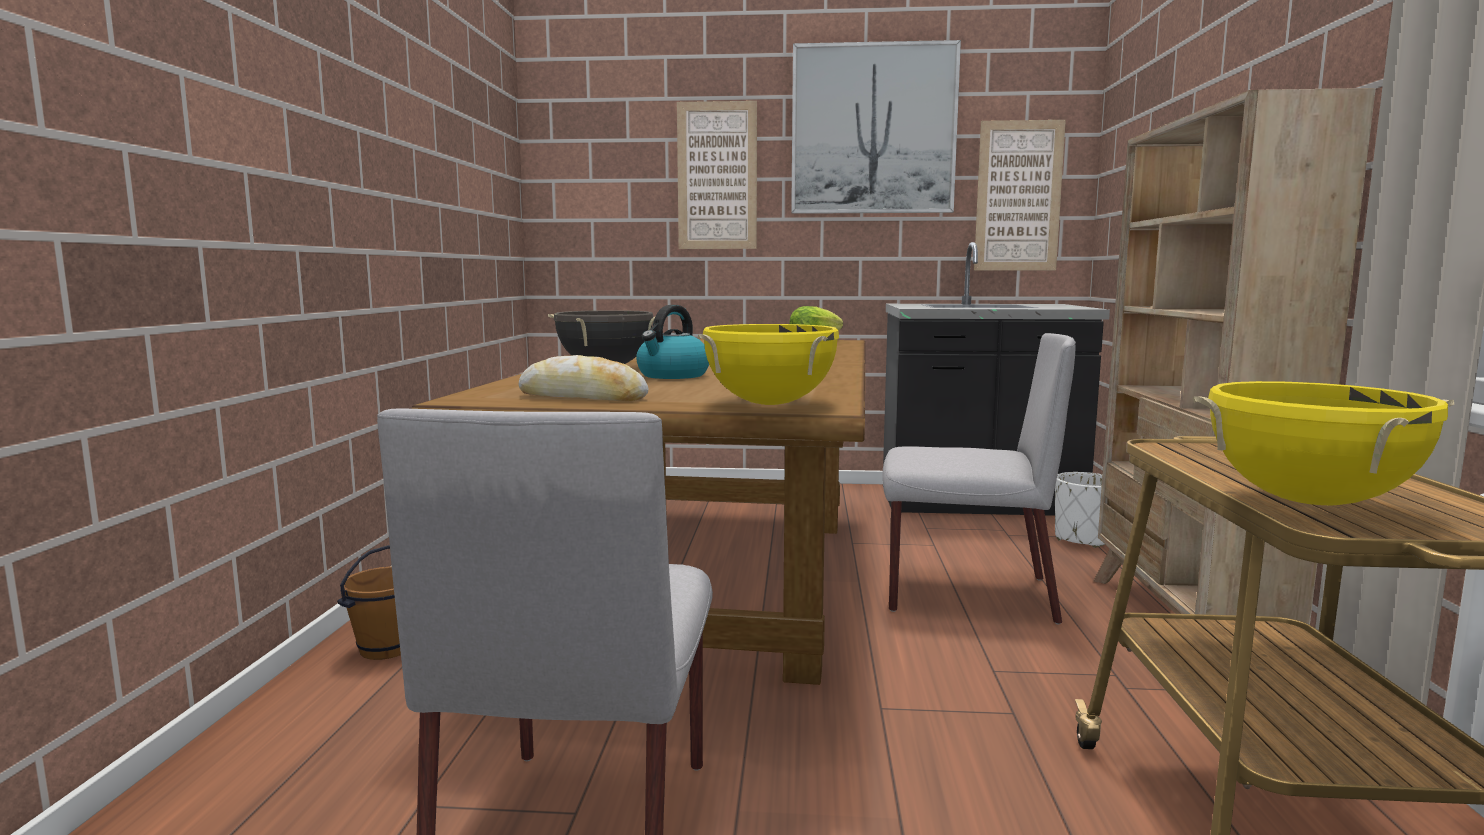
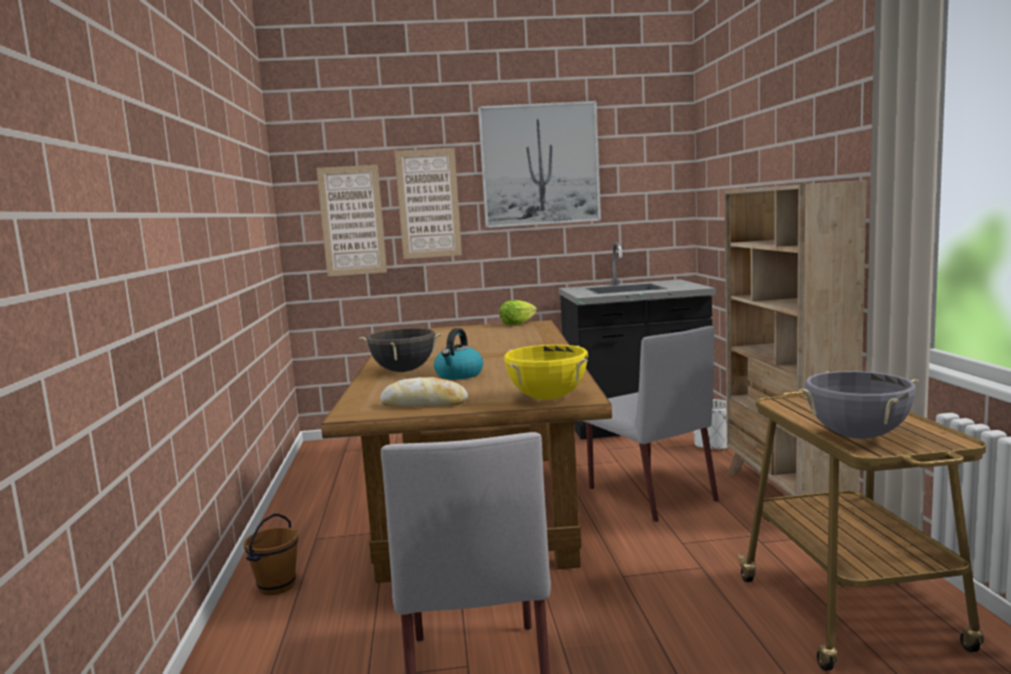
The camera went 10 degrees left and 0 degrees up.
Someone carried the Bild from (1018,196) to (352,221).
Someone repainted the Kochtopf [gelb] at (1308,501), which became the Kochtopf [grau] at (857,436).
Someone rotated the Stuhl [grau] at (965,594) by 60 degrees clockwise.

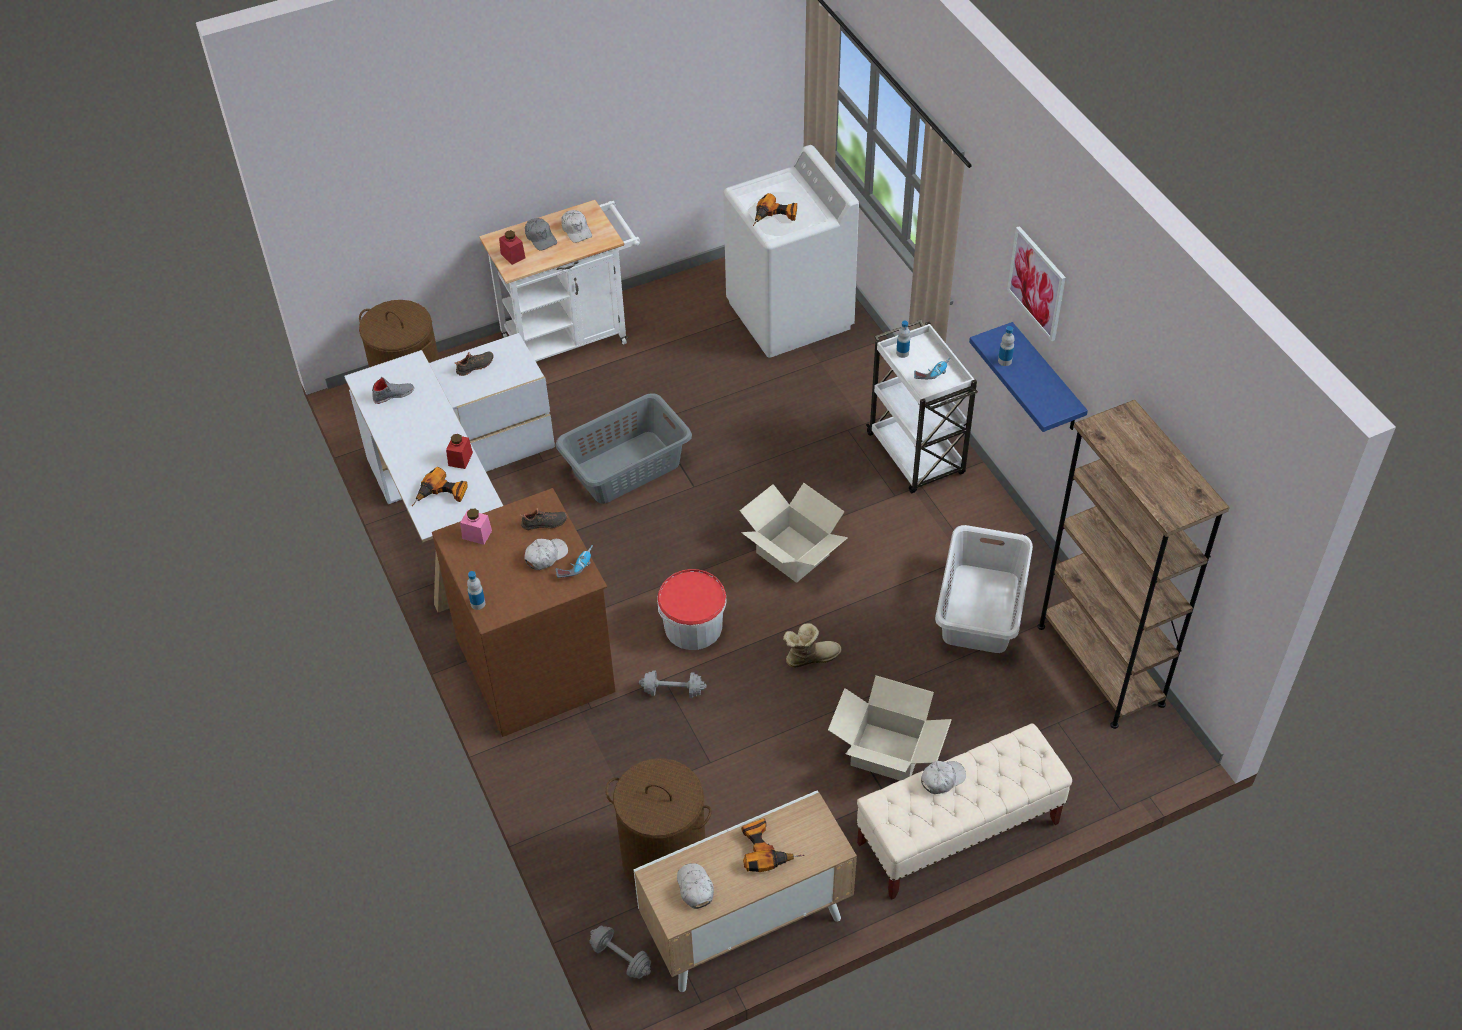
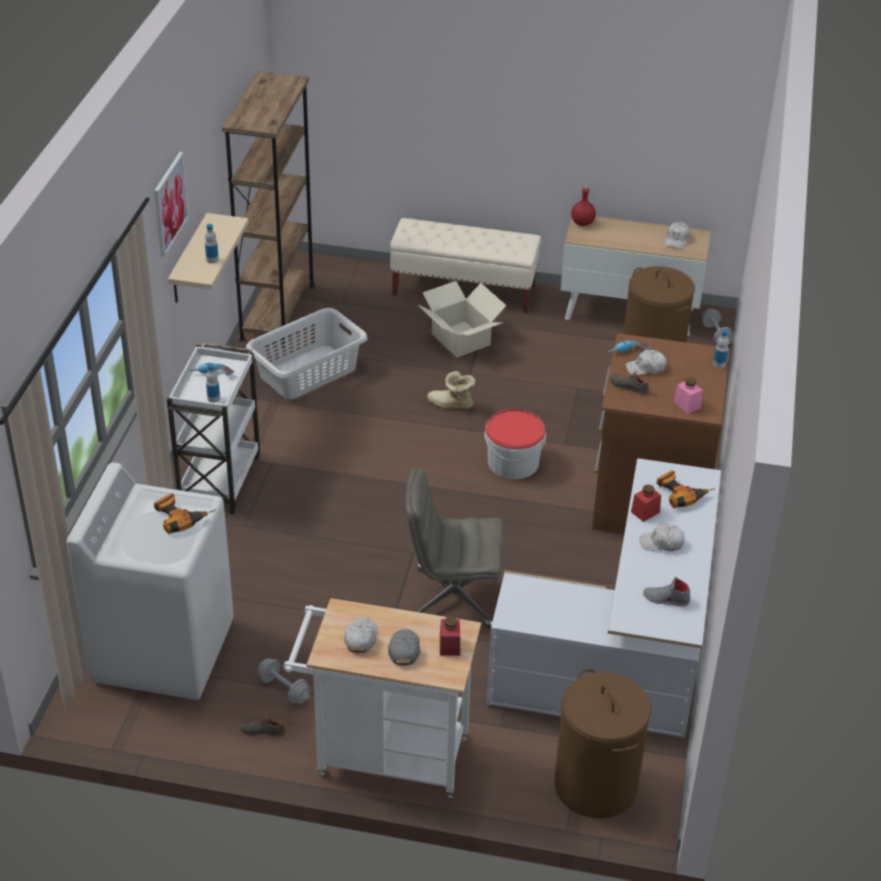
The camera went 145 degrees left and 10 degrees down.
Someone took away the Karton at (792,554).
Someone took away the Bohrmaschine at (766,848).
Someone put down the Flasche [rot] at (583,223).
Someone carried the Schuh [schwarz] from (475,367) to (262,730).
Someone carried the Hantel [grau] from (673,691) to (284,689).
Someone carried the Kappe [weiß] from (942,779) to (662,543).
Someone swapped the Wäschekorb [grau] at (627,468) for the Bürostuhl [grau] at (452,597).
Someone repainted the Wandregal [blau] at (1046,380), which became the Wandregal [beige] at (189,260).

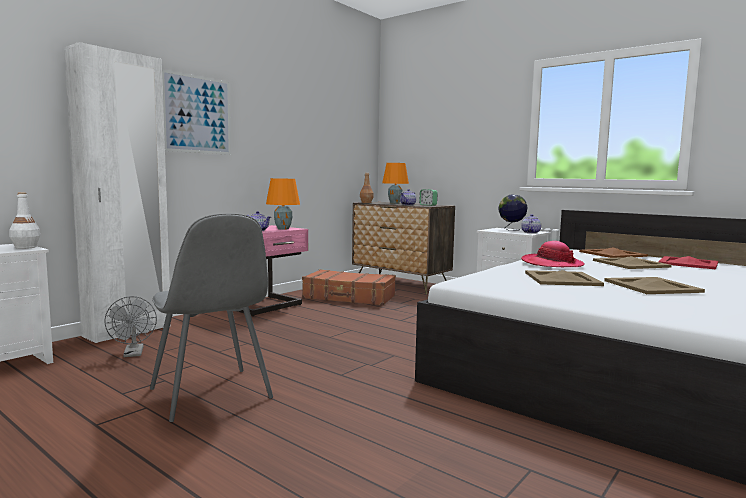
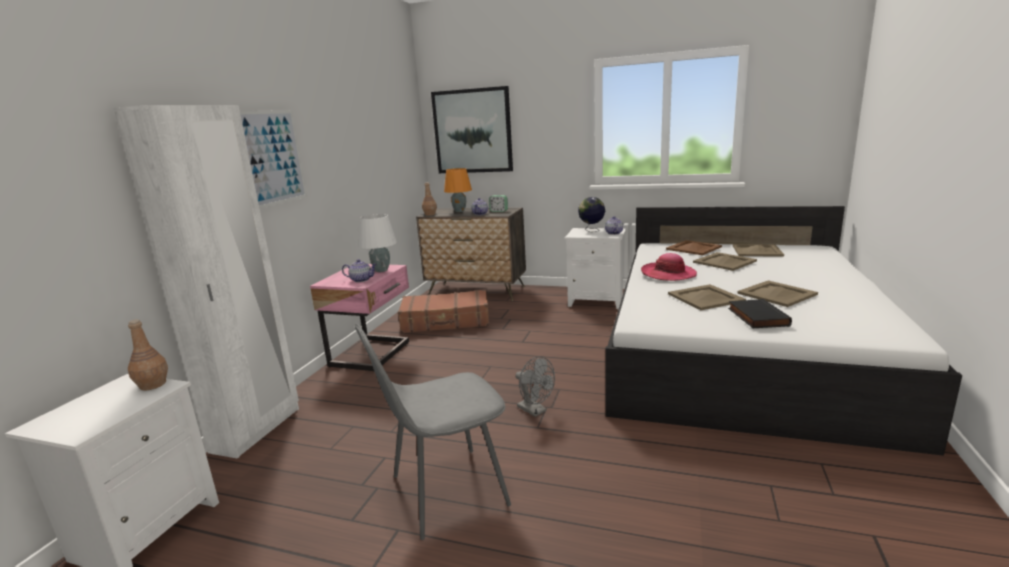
The camera went 20 degrees left and 10 degrees up.
Someone put up the Bild at (472,131).
Someone put down the Buch [schwarz] at (756,317).
Someone carried the Ventilator [grau] from (133,354) to (535,411).
Someone repainted the Flasche [weiß] at (25,247), which became the Flasche [braun] at (152,385).
Someone repainted the Tischlampe [orange] at (282,229), which became the Tischlampe [weiß] at (381,270).
Someone repainted the Tablett [rot] at (687,263), which became the Tablett [beige] at (756,251).
Someone rotated the Stuhl [grau] at (211,395) by 120 degrees clockwise.

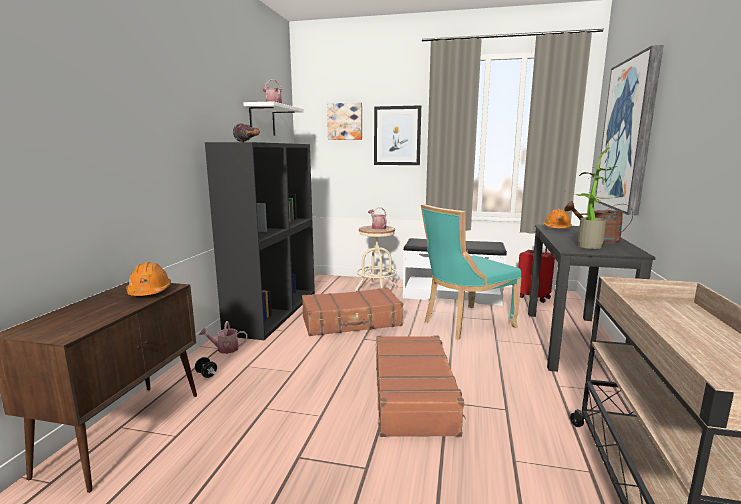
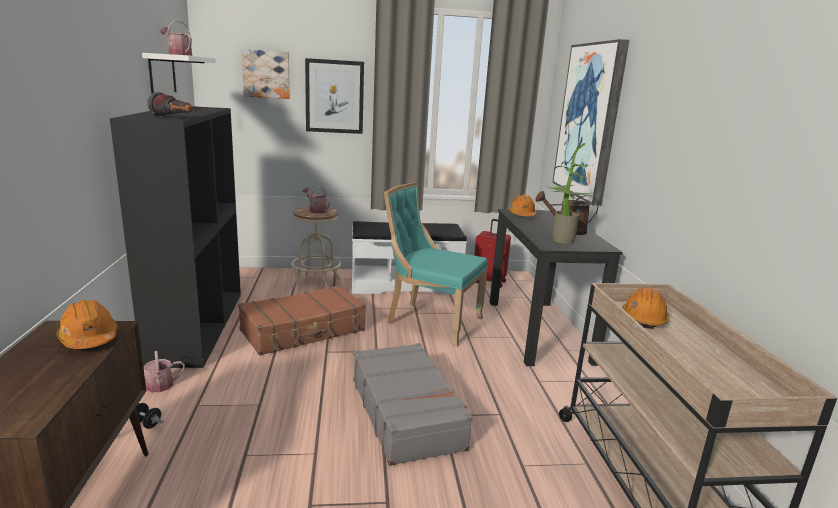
The camera went 20 degrees left and 5 degrees up.
Someone put down the Schutzhelm [orange] at (643,319).
Someone repainted the Koffer [braun] at (414,395), which became the Koffer [grau] at (406,412).
Someone rotated the Stuhl [türkis] at (464,324) by 75 degrees clockwise.

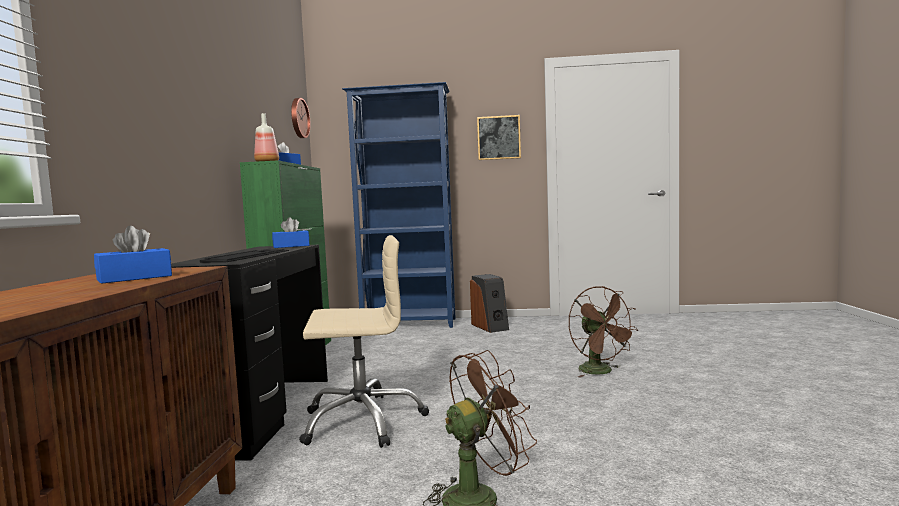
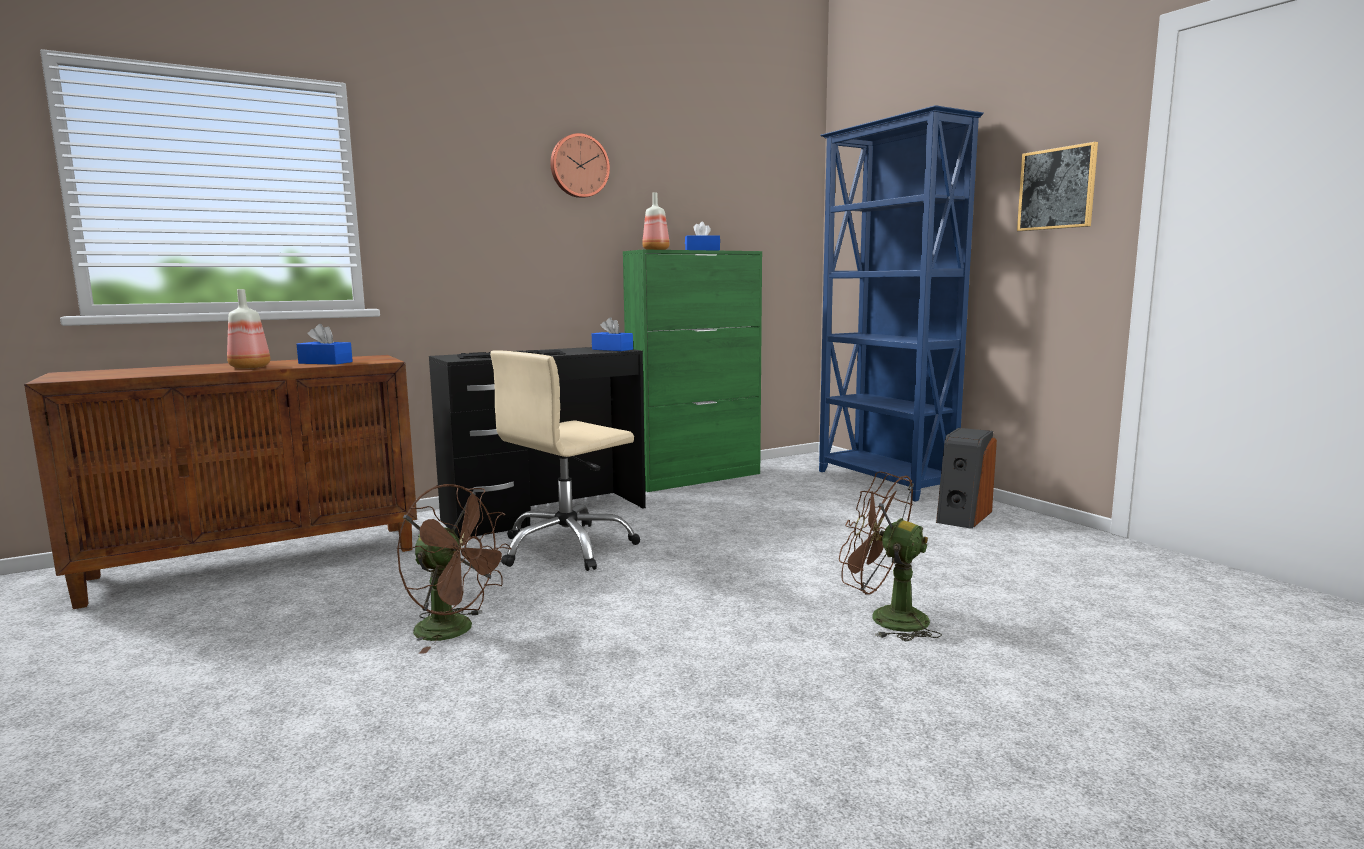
The camera went 55 degrees right and 5 degrees up.
Someone put down the Flasche at (249,367).
Someone carried the Wanduhr from (298,118) to (579,166).
Someone rotated the Bürostuhl [beige] at (362,421) by 90 degrees clockwise.
Someone rotated the Ventilator [braun] at (601,372) by 90 degrees clockwise.

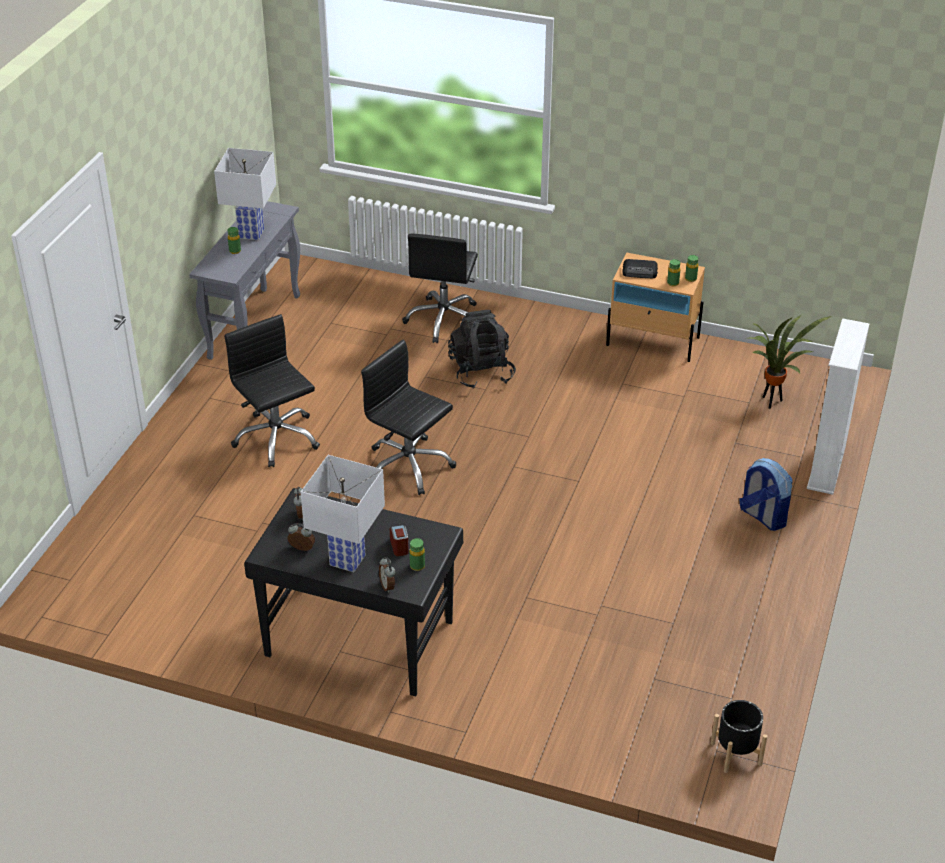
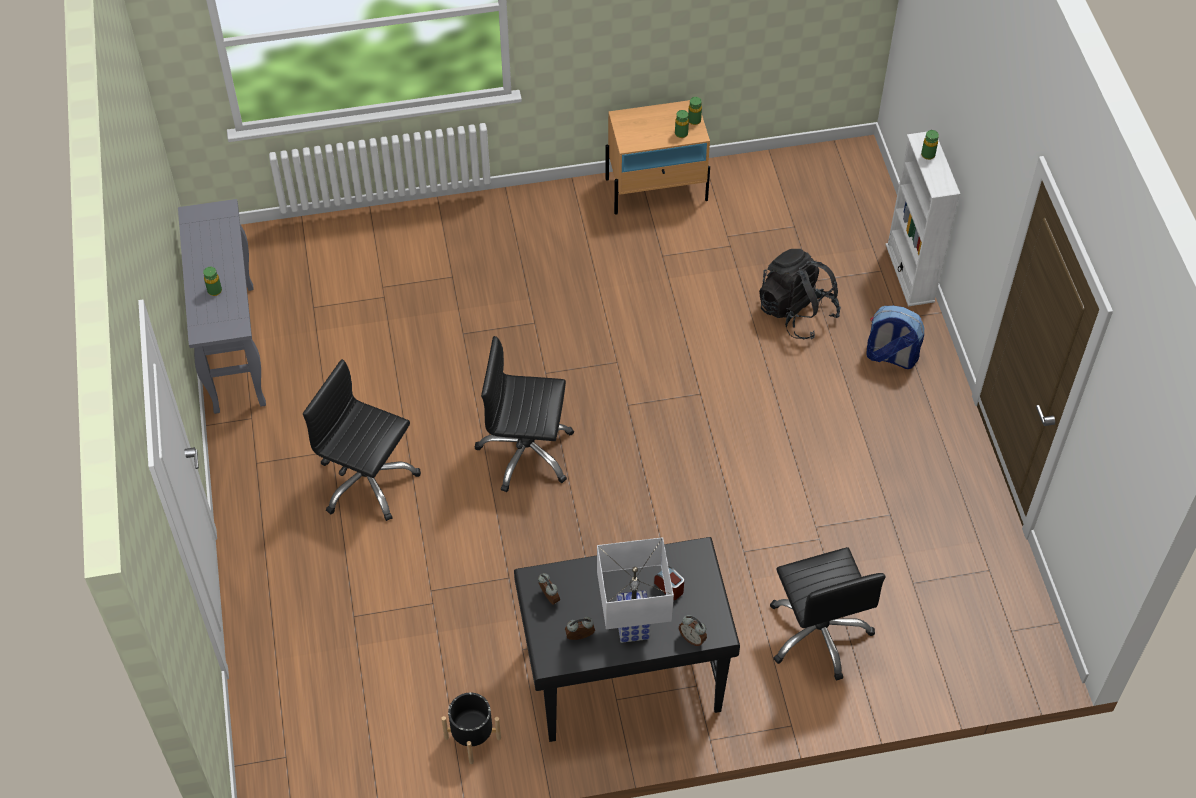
The camera went 30 degrees left and 15 degrees up.
Someone took away the Tischlampe [weiß] at (252,233).
Someone took away the Radio at (640,272).
Someone took away the Topfpflanze at (772,402).
Someone carried the Bürostuhl [schwarz] from (444,320) to (819,633).
Someone carried the Flasche [grün] from (417,566) to (928,155).
Someone carried the Rucksack [schwarz] from (481,372) to (796,312).
Someone carried the Pflanzkübel [schwarz] from (736,754) to (473,738).

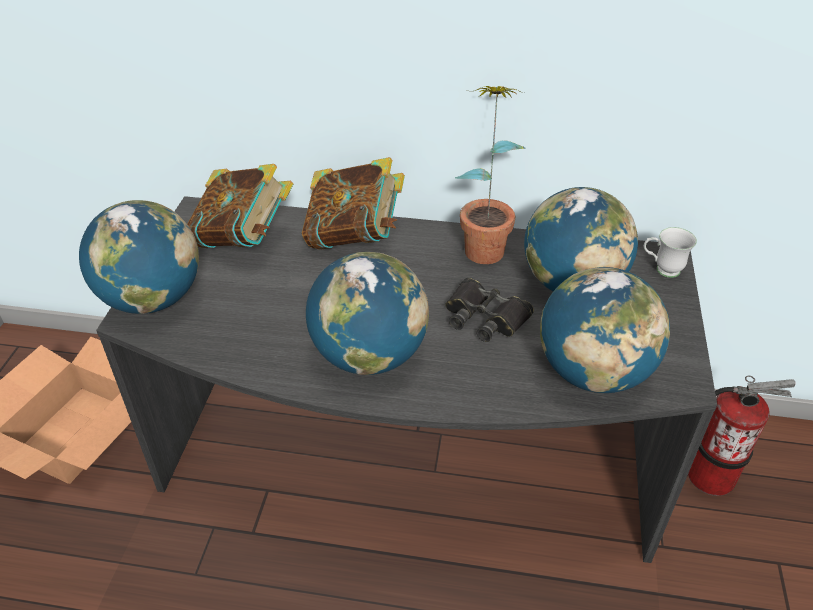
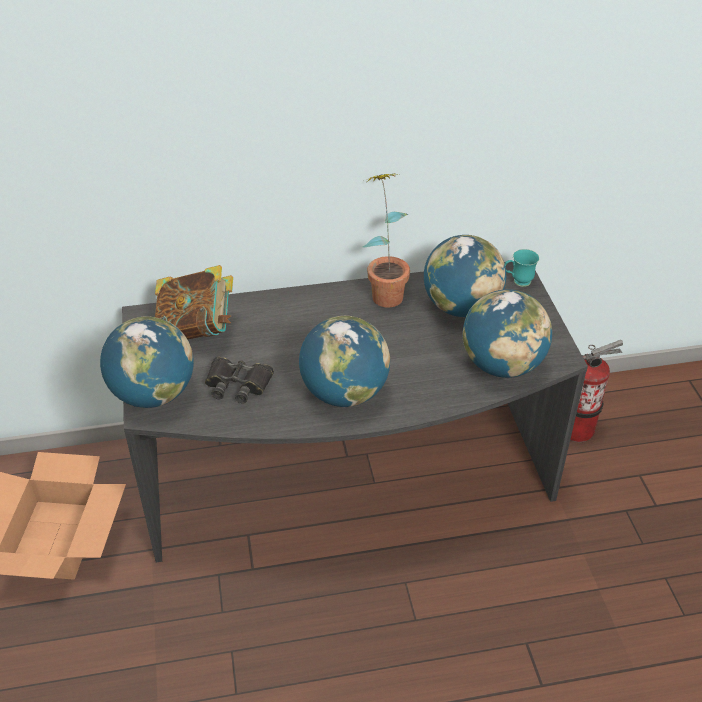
The camera went 20 degrees left and 0 degrees up.
Someone took away the Buch at (355,237).
Someone carried the Fernglas [schwarz] from (485,317) to (238,384).
Someone repainted the Henkelbecher [weiß] at (661,270), which became the Henkelbecher [türkis] at (517,282).

